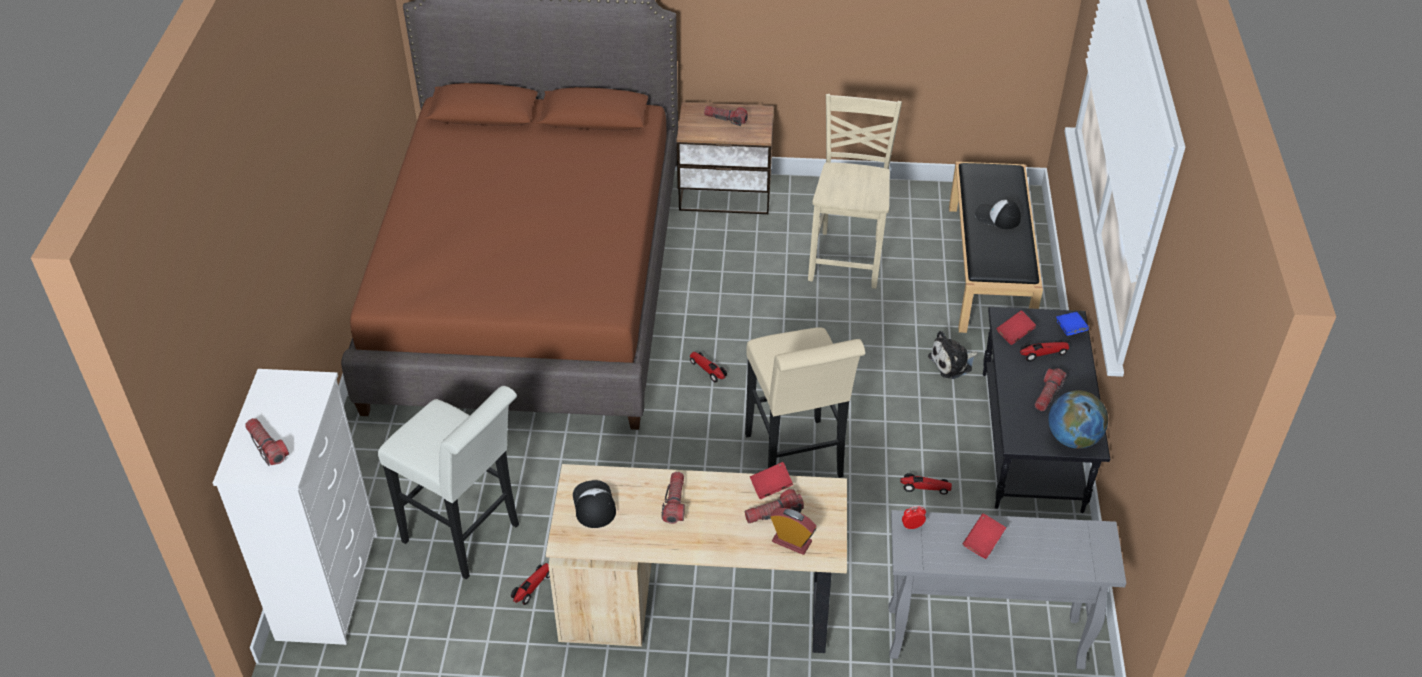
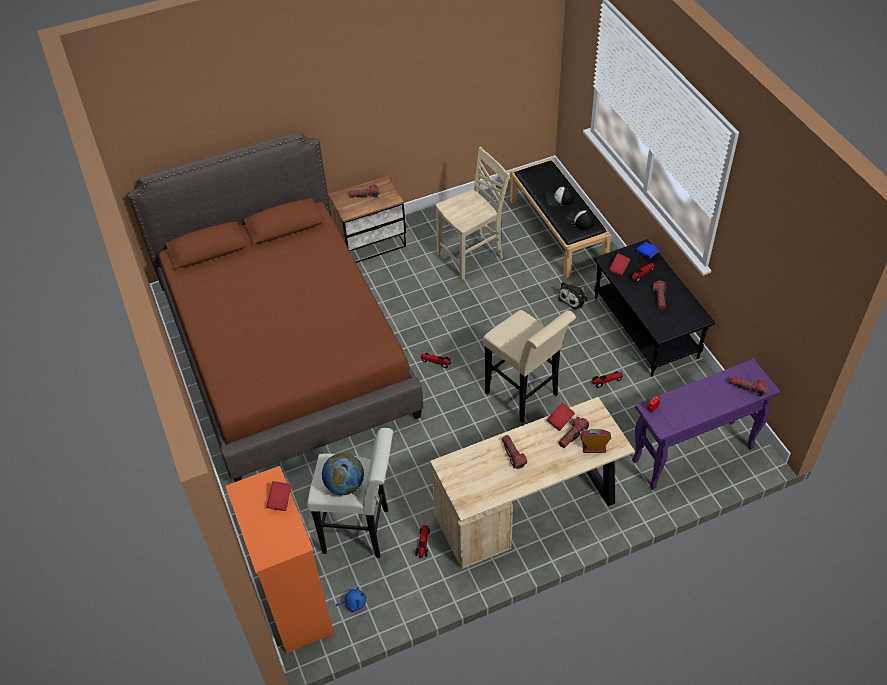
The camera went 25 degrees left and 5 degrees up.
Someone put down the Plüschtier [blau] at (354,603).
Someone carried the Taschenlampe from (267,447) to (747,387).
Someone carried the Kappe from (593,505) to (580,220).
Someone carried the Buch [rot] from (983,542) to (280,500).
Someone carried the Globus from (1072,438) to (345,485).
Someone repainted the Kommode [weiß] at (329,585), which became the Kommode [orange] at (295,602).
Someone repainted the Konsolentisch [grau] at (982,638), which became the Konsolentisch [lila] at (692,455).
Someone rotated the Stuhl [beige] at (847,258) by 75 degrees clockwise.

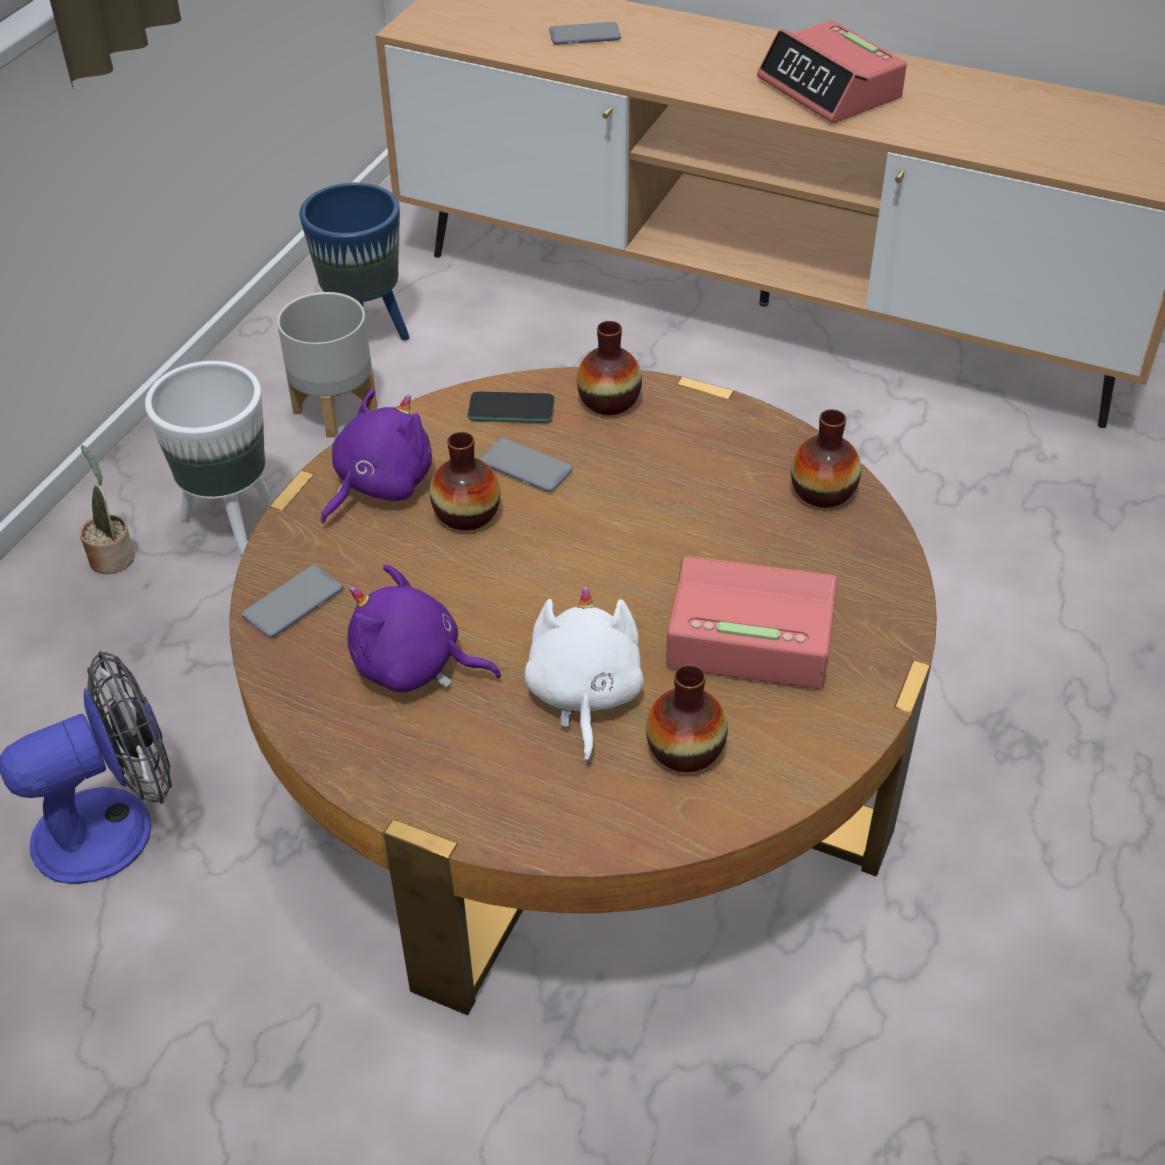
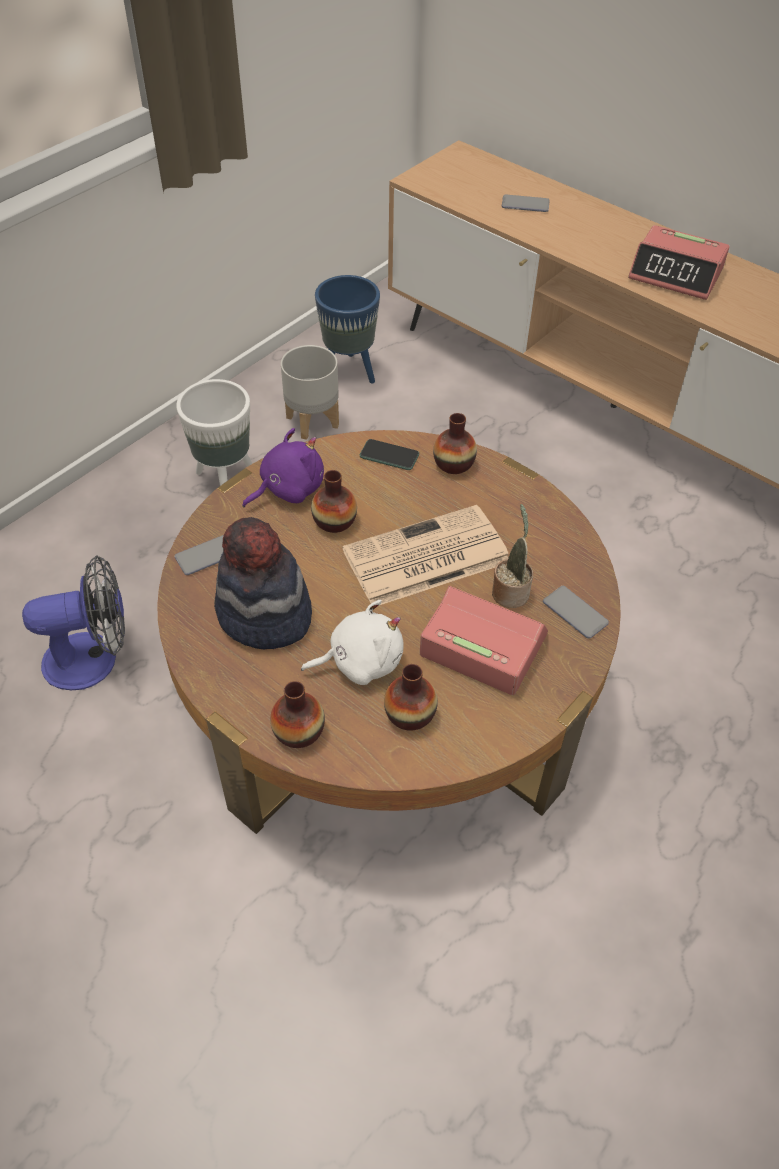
The camera went 15 degrees right and 5 degrees up.
Someone put down the Zeitung at (424,558).
Someone carried the Topfpflanze from (112,556) to (510,591).
Someone carried the Handy from (525,467) to (575,613).
Someone carried the Vase from (823,491) to (298,731).
Someone swapped the Plüschtier [lila] at (414,666) for the Hut at (264,615).
Someone rotated the Plüschtier [weiß] at (583,695) by 60 degrees clockwise.
Someone rotated the Wecker at (830,89) by 45 degrees counterclockwise.

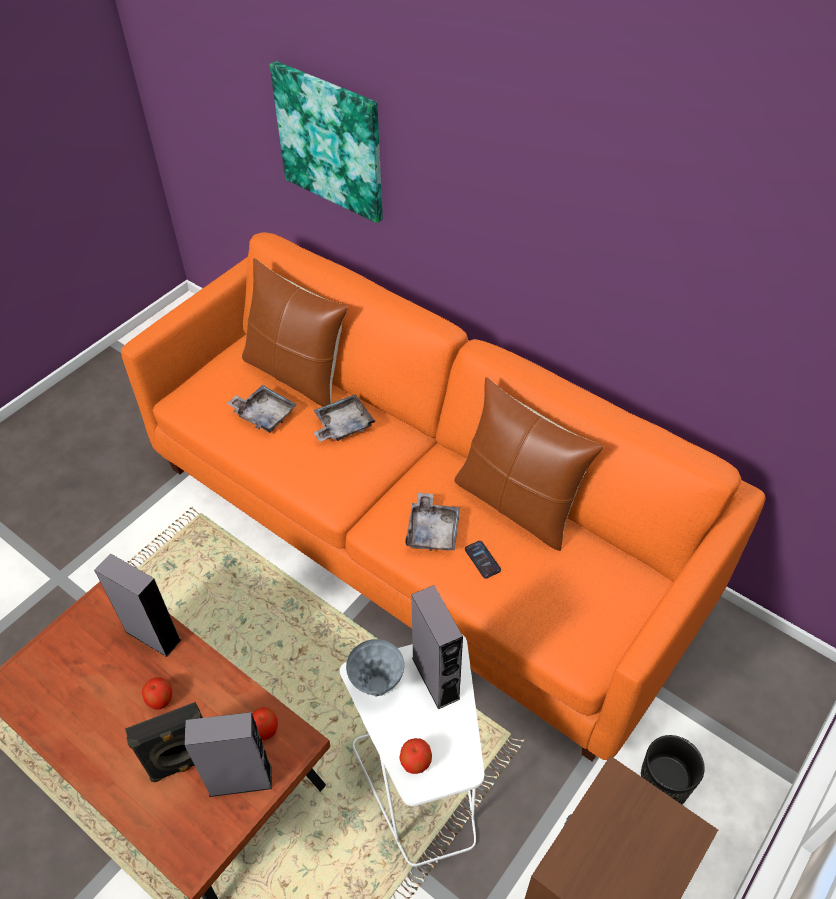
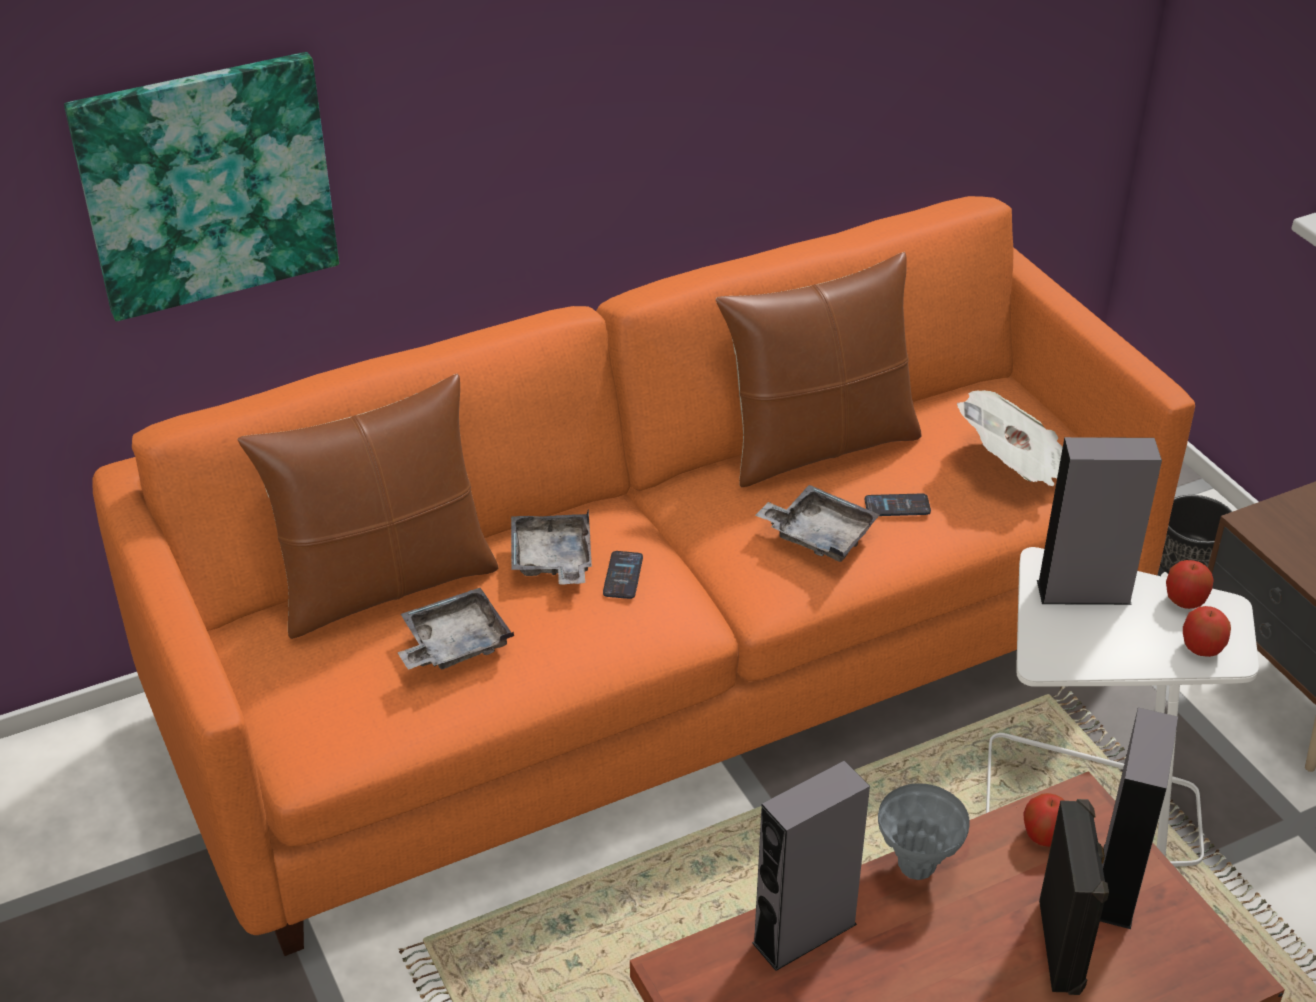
The camera went 65 degrees left and 10 degrees down.
Someone put down the Handy at (623,576).
Someone put down the Zeitung at (1018,469).
Someone carried the Apfel from (160,700) to (1184,601).
Someone carried the Vase [grau] from (377,687) to (917,867).

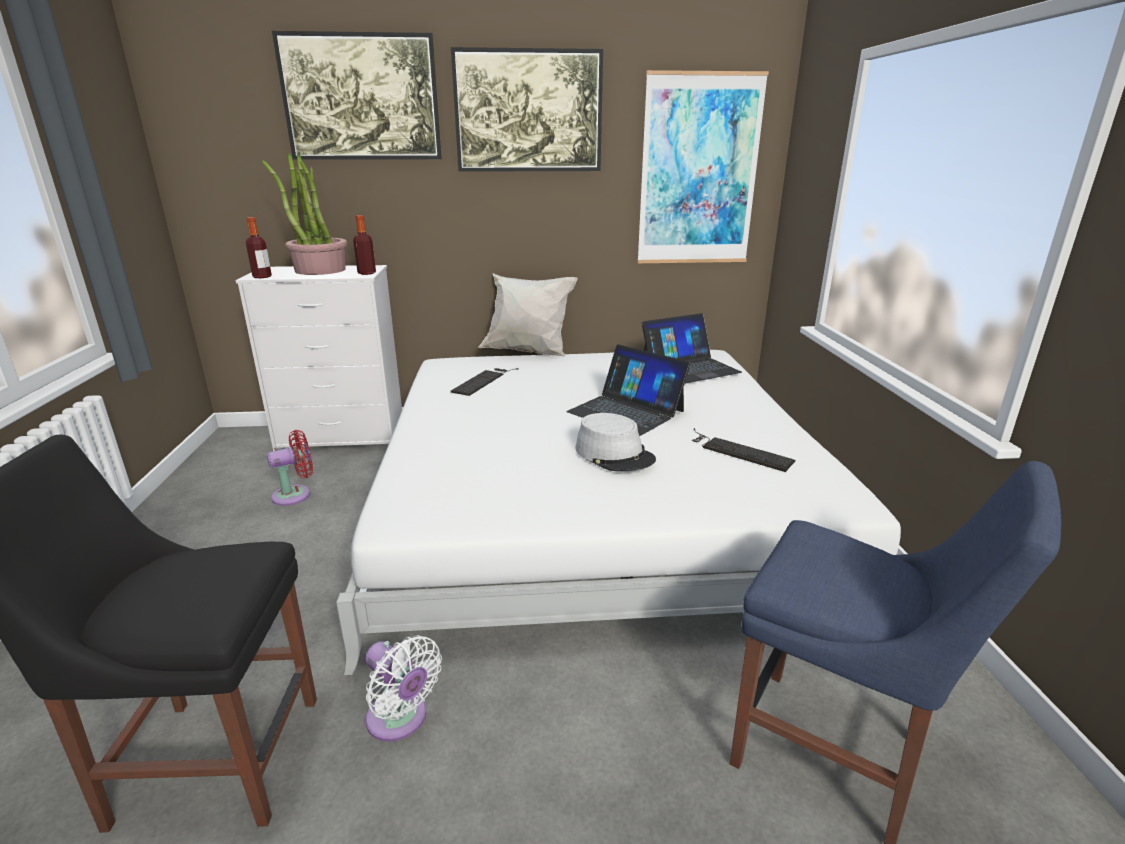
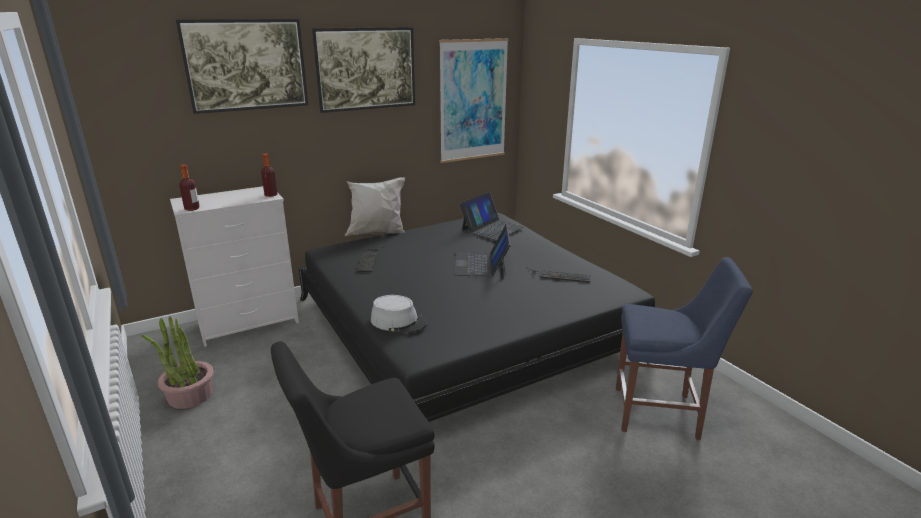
The camera went 25 degrees left and 0 degrees up.
Someone took away the Ventilator [rot] at (296,495).
Someone took away the Ventilator [weiß] at (400,720).
Someone carried the Topfpflanze from (320,270) to (190,395).
Someone carried the Hut [grau] from (614,454) to (399,322).
Someone repainted the Bett [weiß] at (594,503), which became the Bett [schwarz] at (464,326).
Someone rotated the Laptop at (626,411) by 75 degrees clockwise.

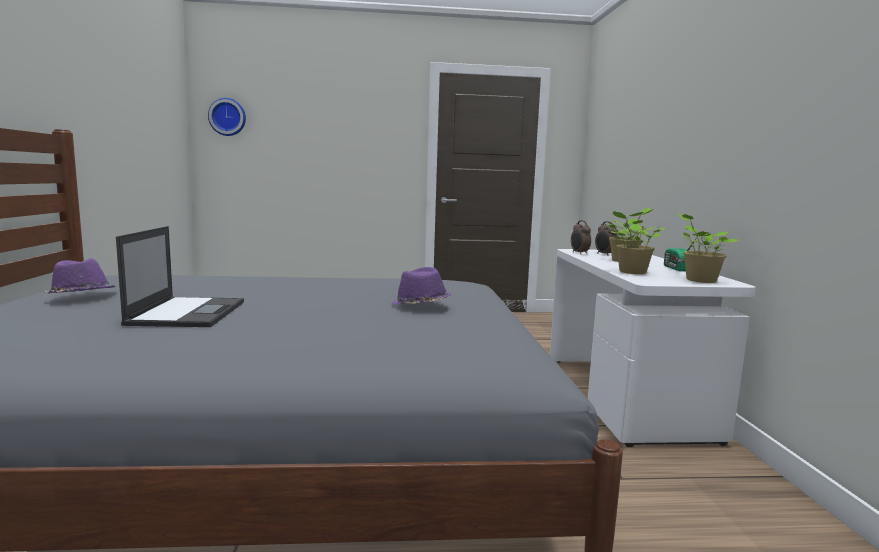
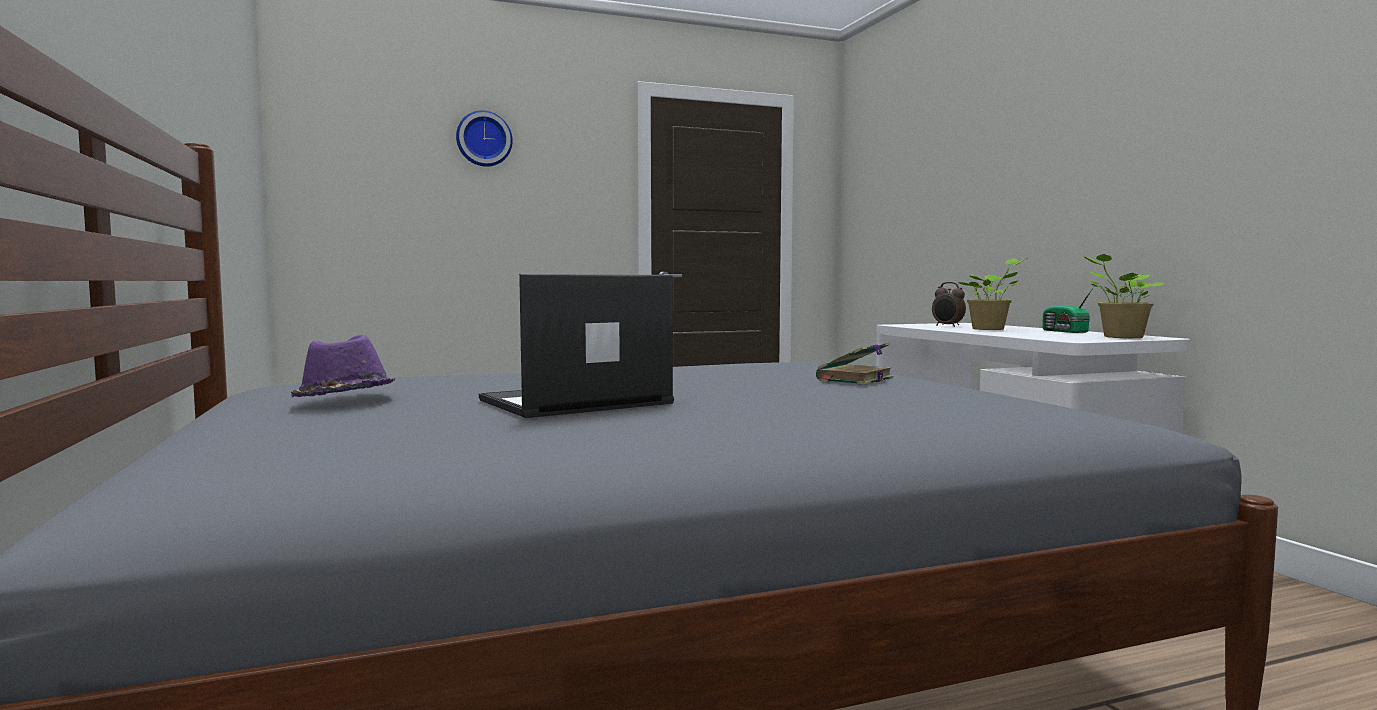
The camera went 15 degrees left and 5 degrees down.
Someone took away the Wecker at (579,253).
Someone took away the Topfpflanze at (631,272).
Someone carried the Wanduhr from (228,117) to (484,139).
Someone swapped the Hut [lila] at (420,305) for the Buch at (854,379).
Someone rotated the Laptop at (188,312) by 105 degrees counterclockwise.

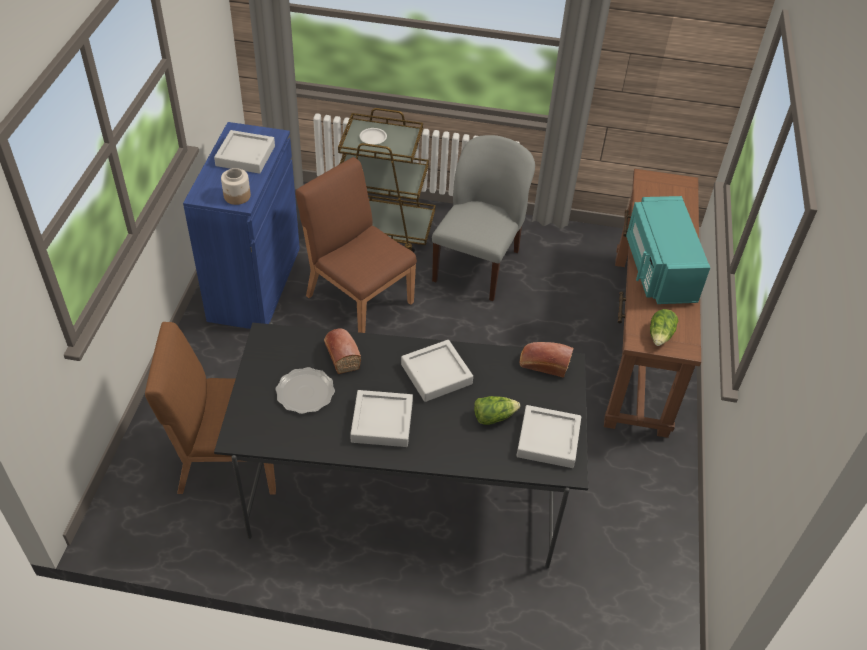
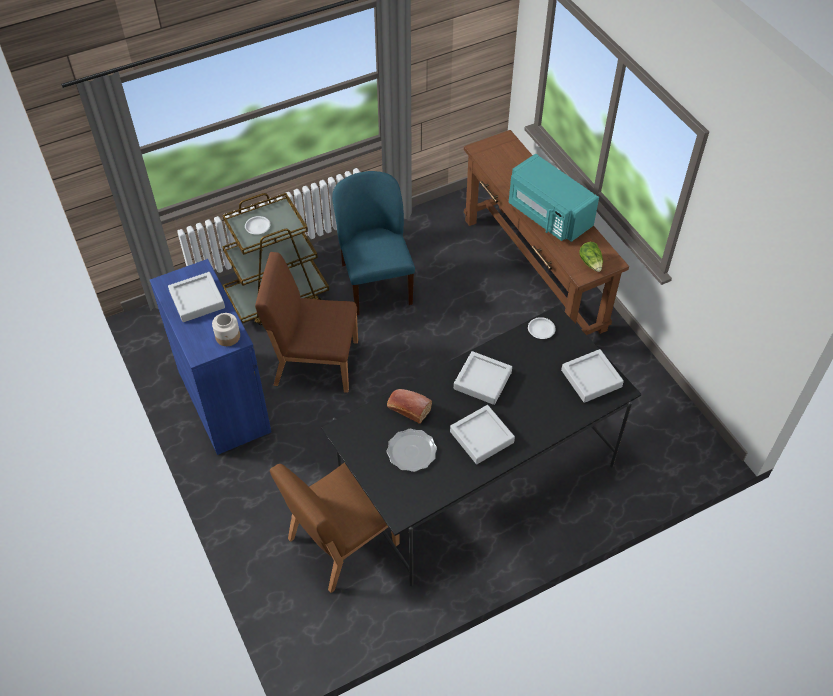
The camera went 35 degrees left and 5 degrees up.
Someone took away the Salatkopf at (493,416).
Someone swapped the Brot at (543,364) for the Teller [weiß] at (541,329).
Someone repainted the Stuhl [grau] at (477,265), which became the Stuhl [blau] at (375,283).

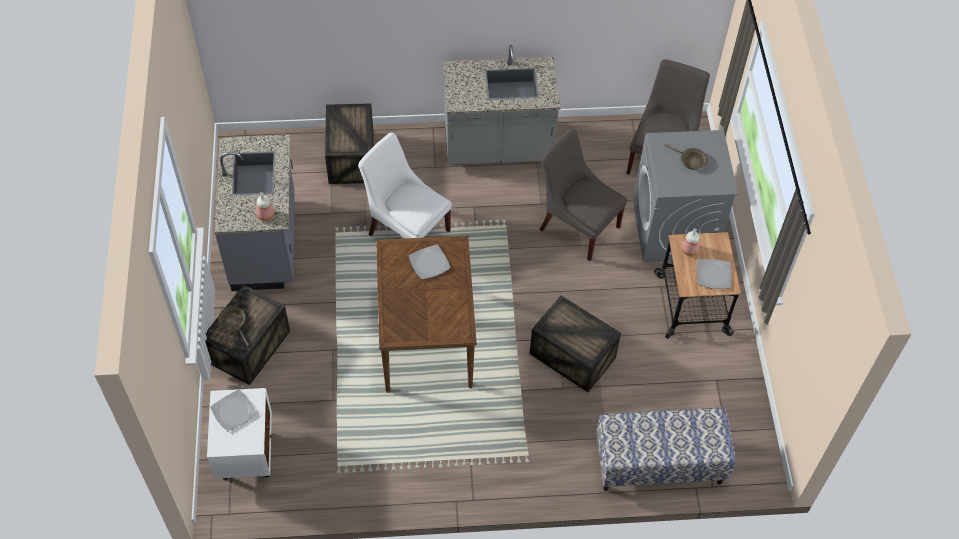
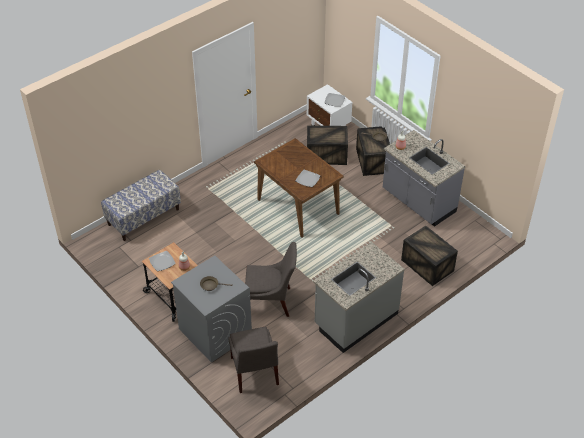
The camera went 145 degrees right and 10 degrees down.
Someone took away the Stuhl [weiß] at (407,230).
Someone carried the Kiste from (571,355) to (327,155).

